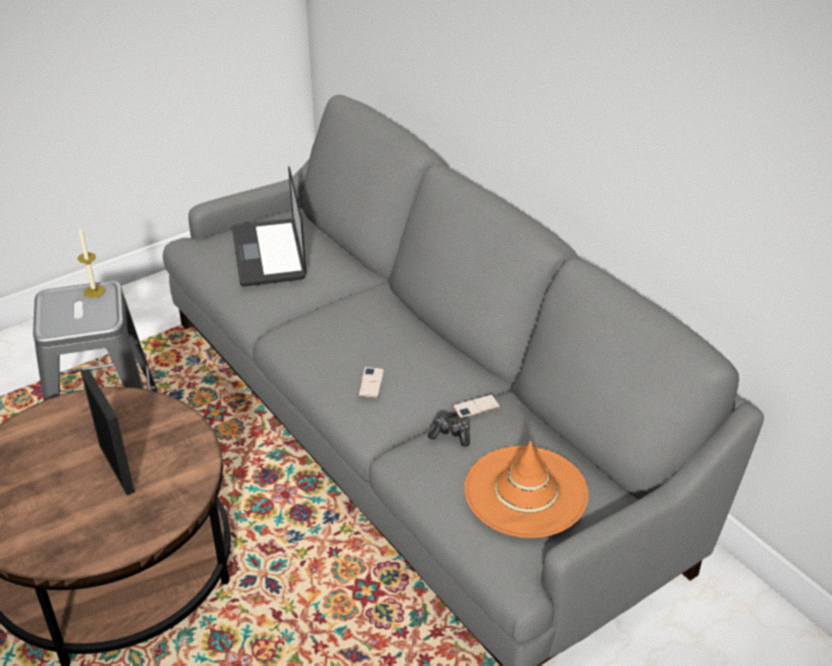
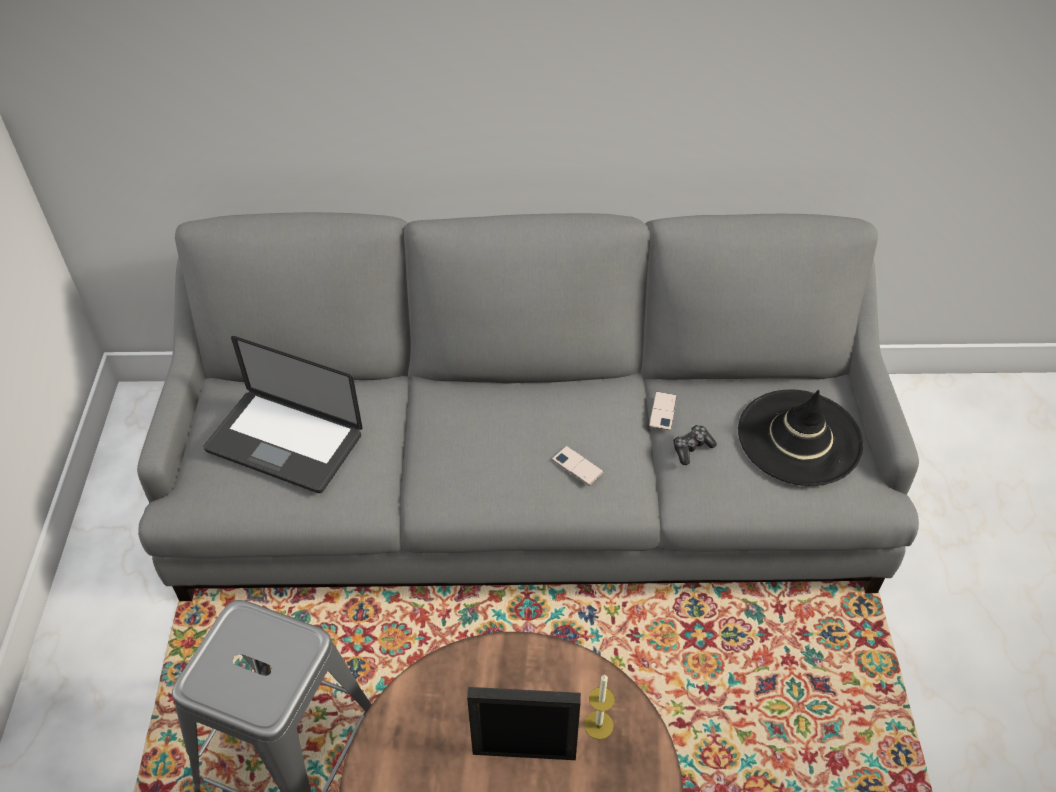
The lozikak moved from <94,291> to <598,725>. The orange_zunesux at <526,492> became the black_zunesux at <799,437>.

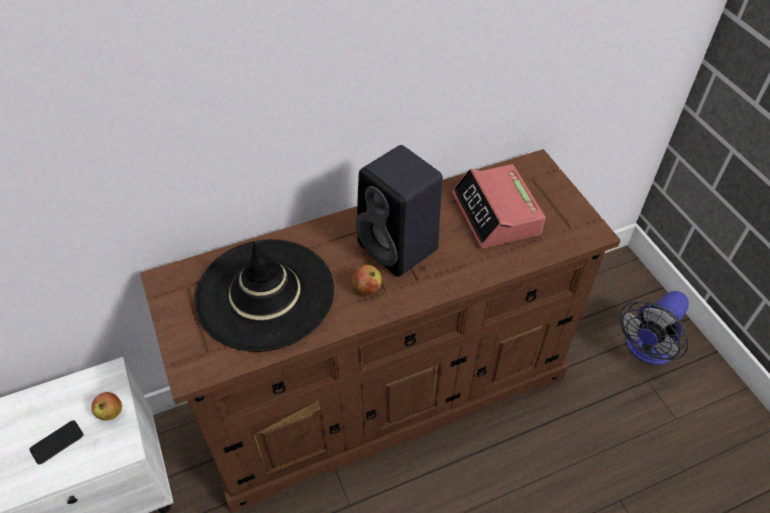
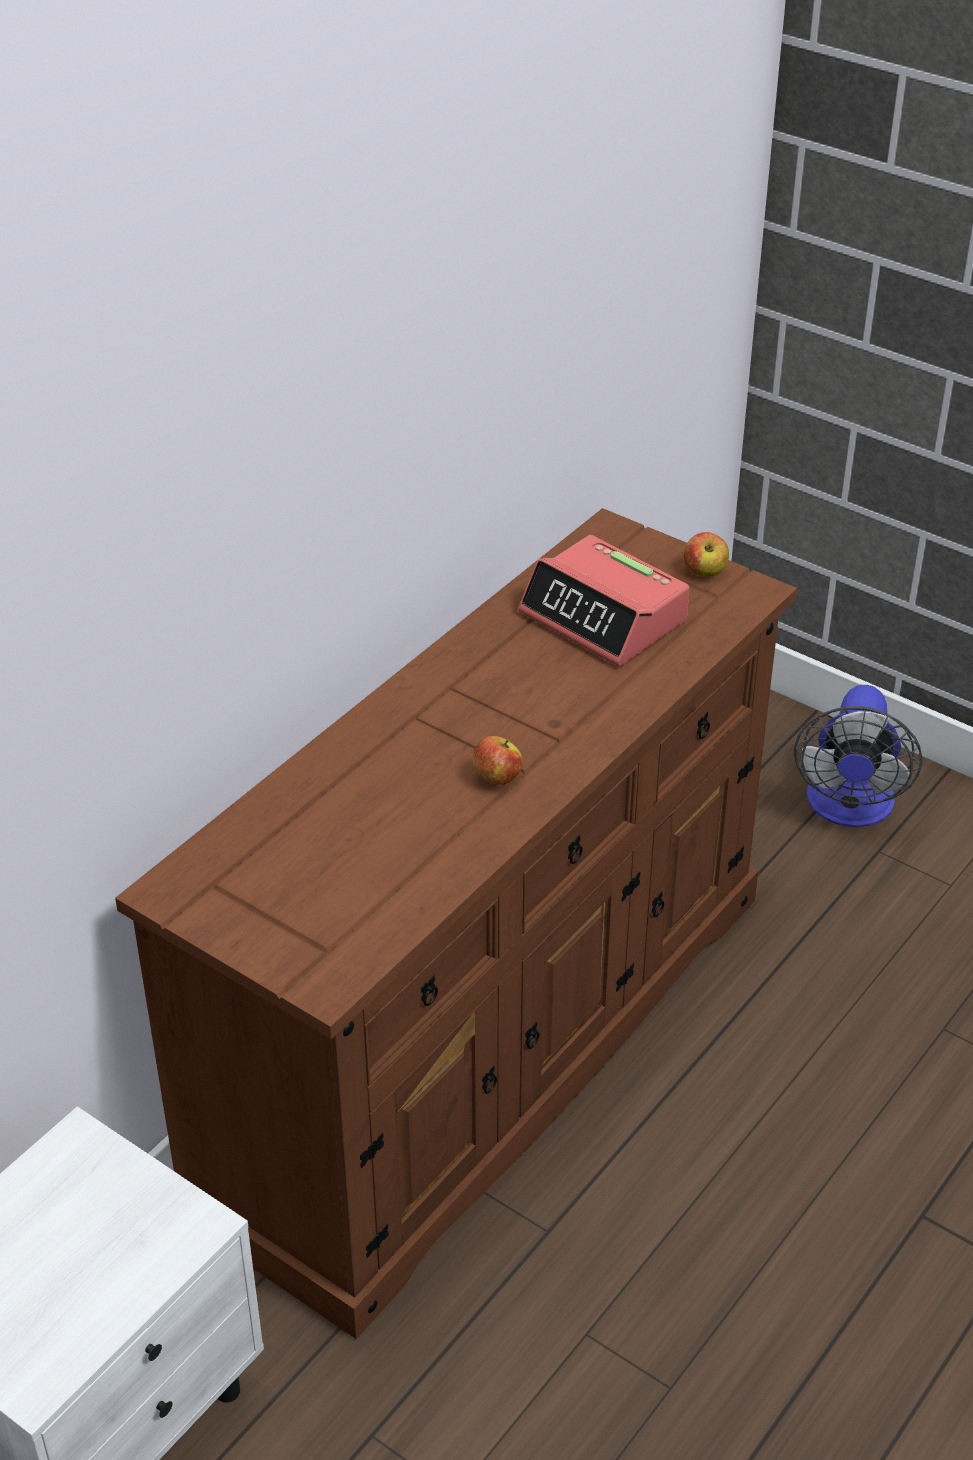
The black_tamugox at <400,248> disappeared. The black_zunesux at <265,294> disappeared. The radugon moved from <110,412> to <704,572>. The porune at <57,442> disappeared.

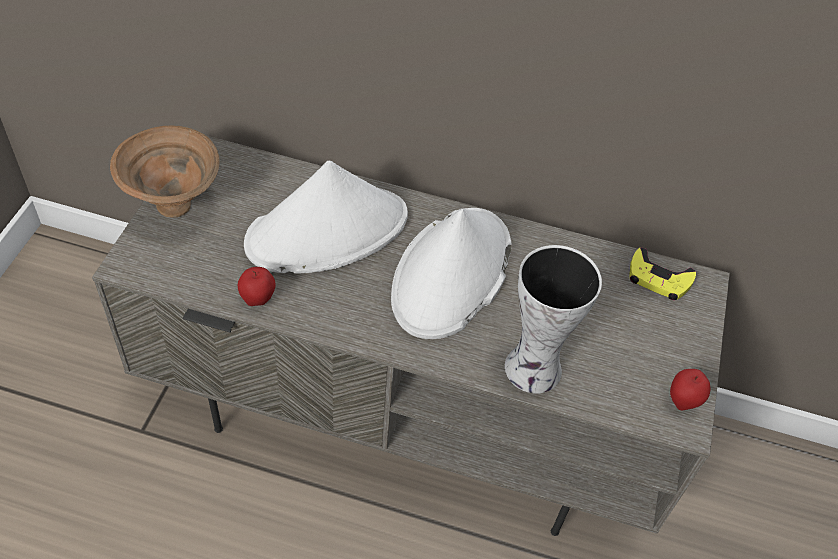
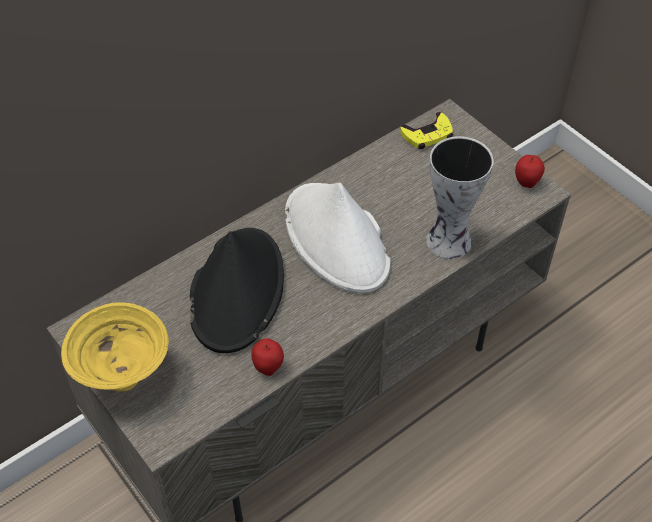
The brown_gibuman at <176,207> became the yellow_gibuman at <126,377>. The white_zunesux at <328,231> became the black_zunesux at <237,290>.

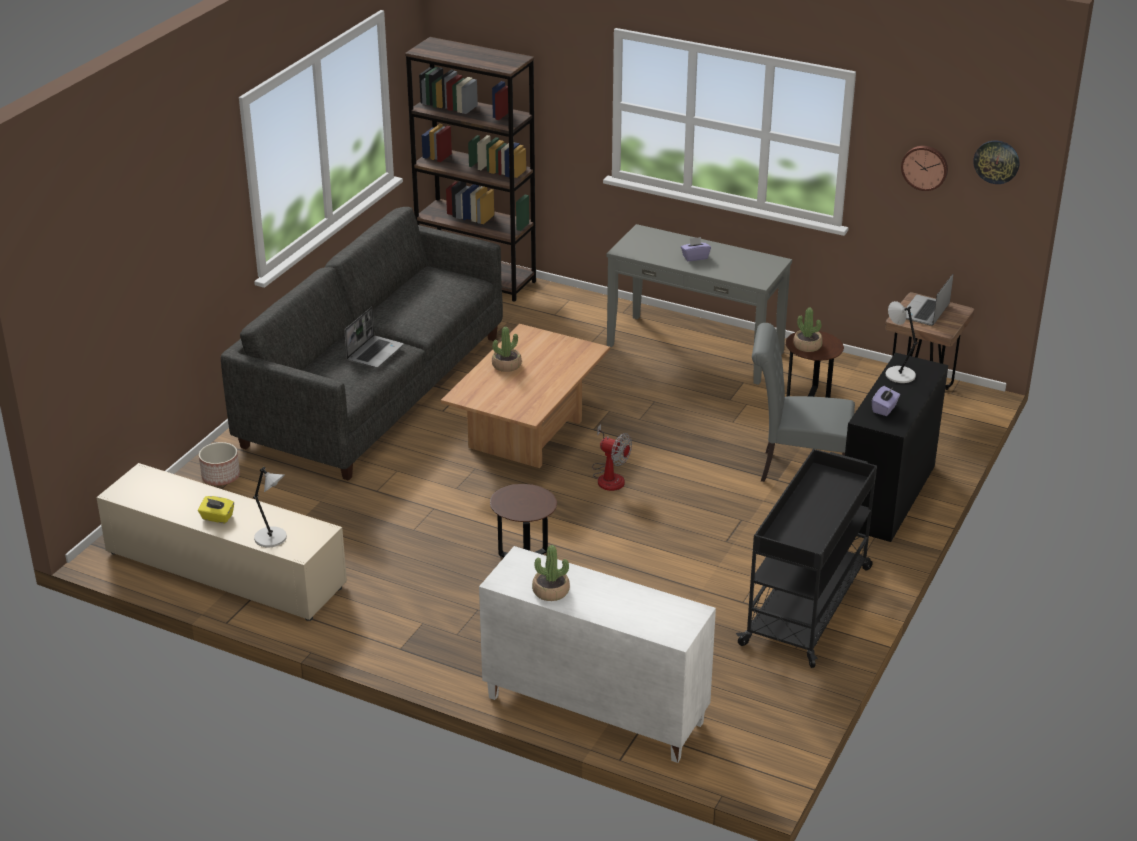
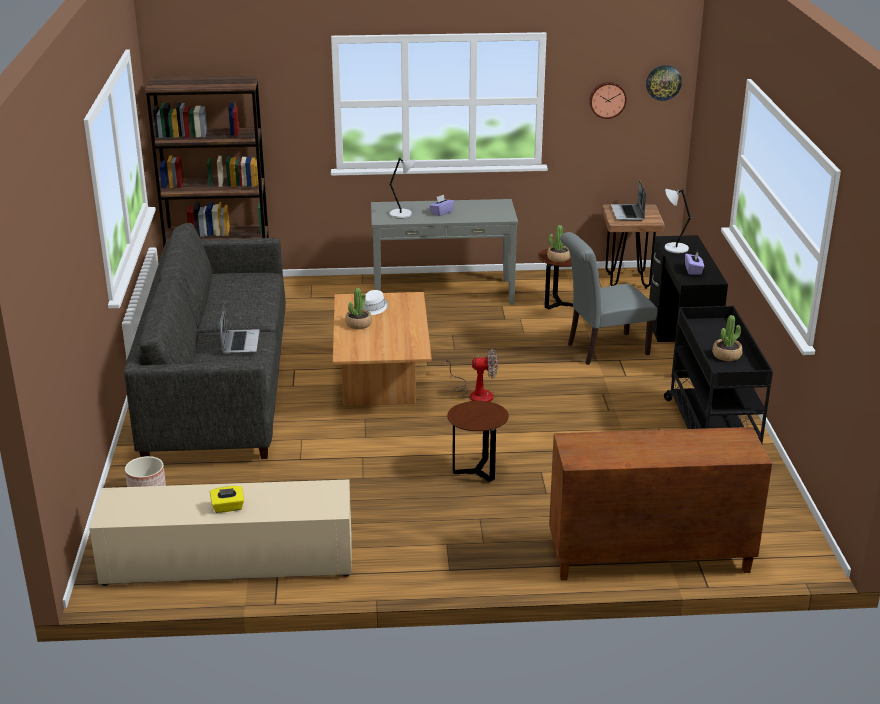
The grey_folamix moved from <272,538> to <402,214>. The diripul moved from <550,591> to <726,355>. The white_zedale at <593,710> became the brown_zedale at <648,559>. The white_zunesux at <372,308> appeared.

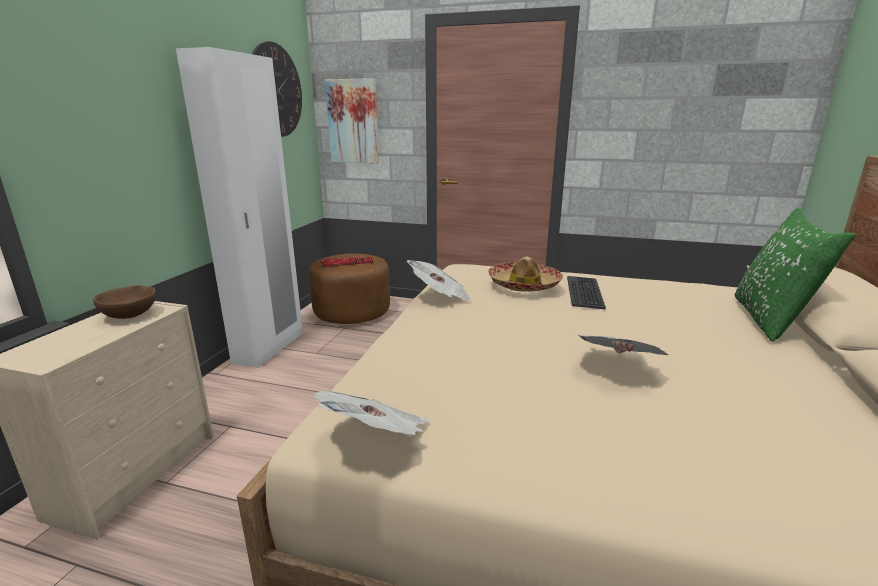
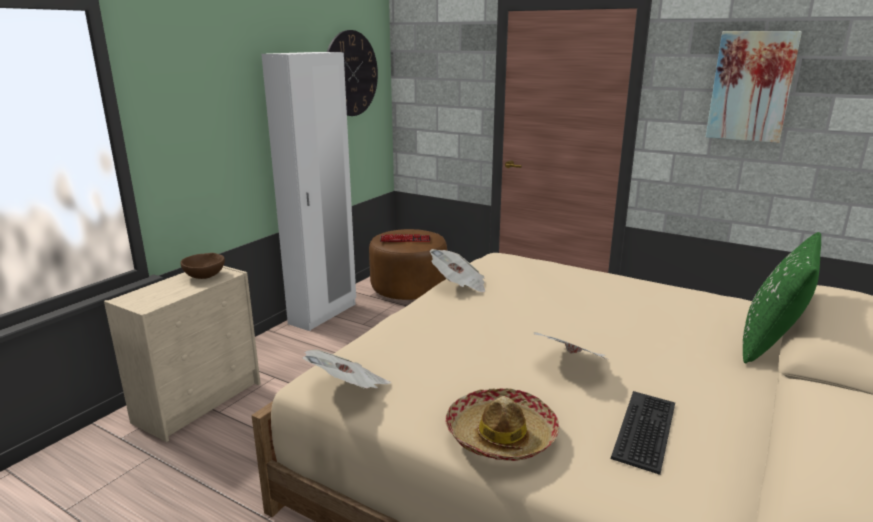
The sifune moved from <353,122> to <751,86>. The zunesux moved from <524,284> to <501,436>. The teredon moved from <585,292> to <646,430>.

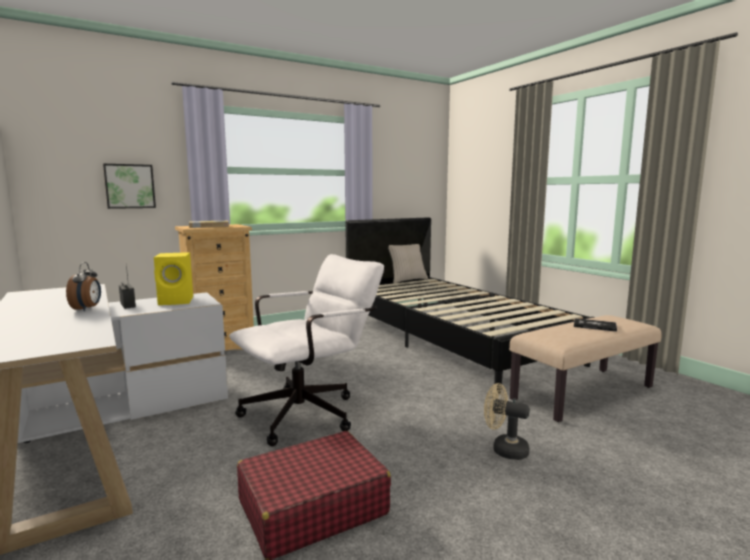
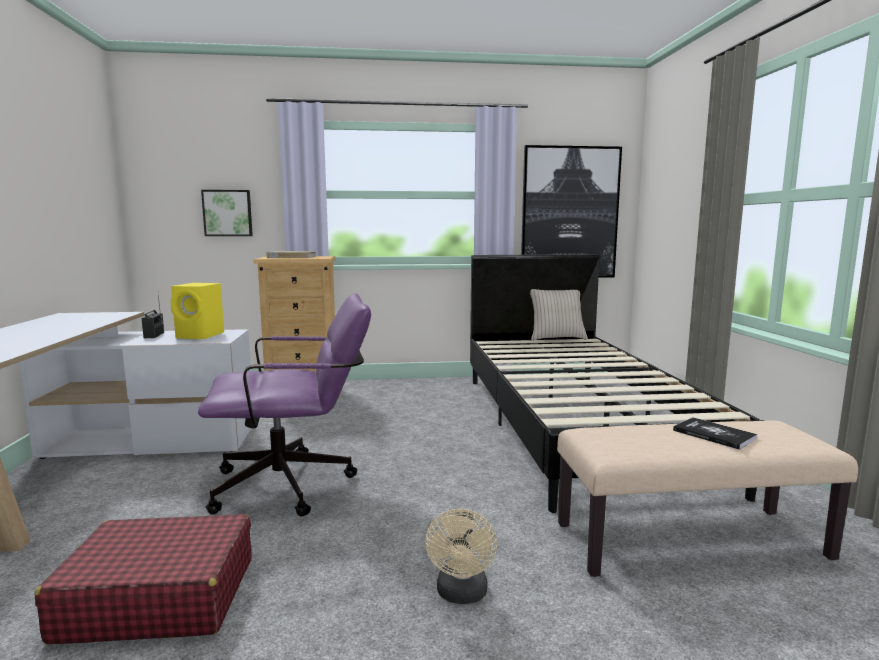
The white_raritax at <310,412> became the purple_raritax at <295,484>. The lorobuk at <87,309> disappeared. The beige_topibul at <504,449> turned 135 degrees counterclockwise. The sifune at <569,213> appeared.

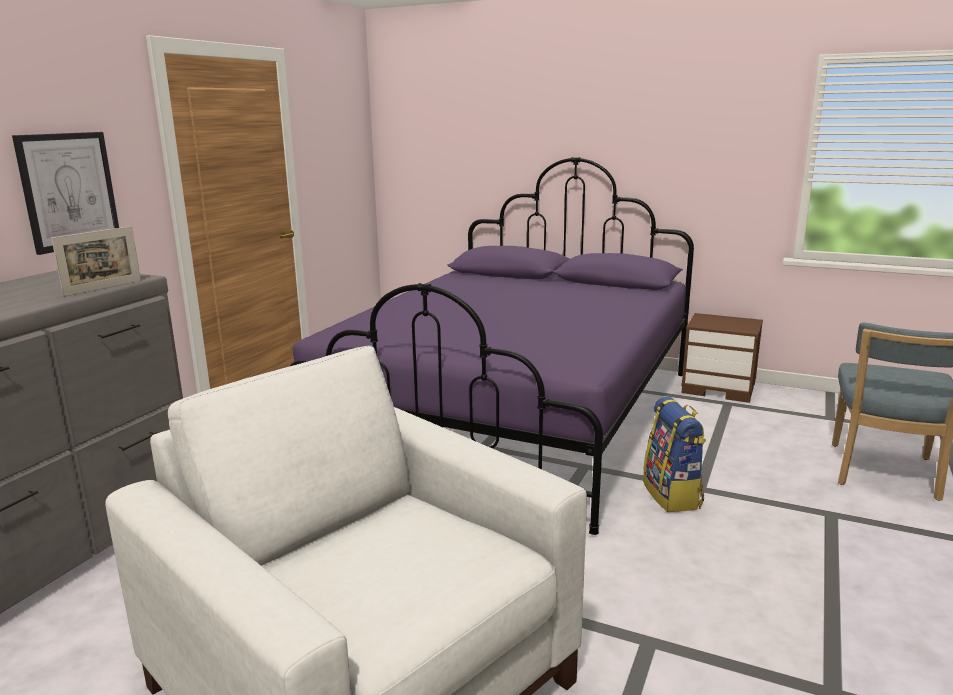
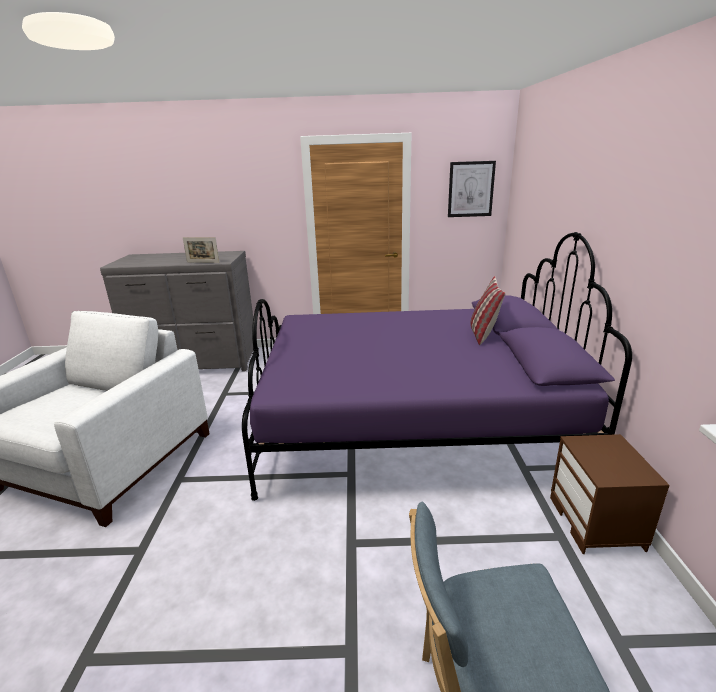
The sifune moved from <69,191> to <470,189>. The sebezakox at <673,495> disappeared. The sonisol at <483,334> appeared.

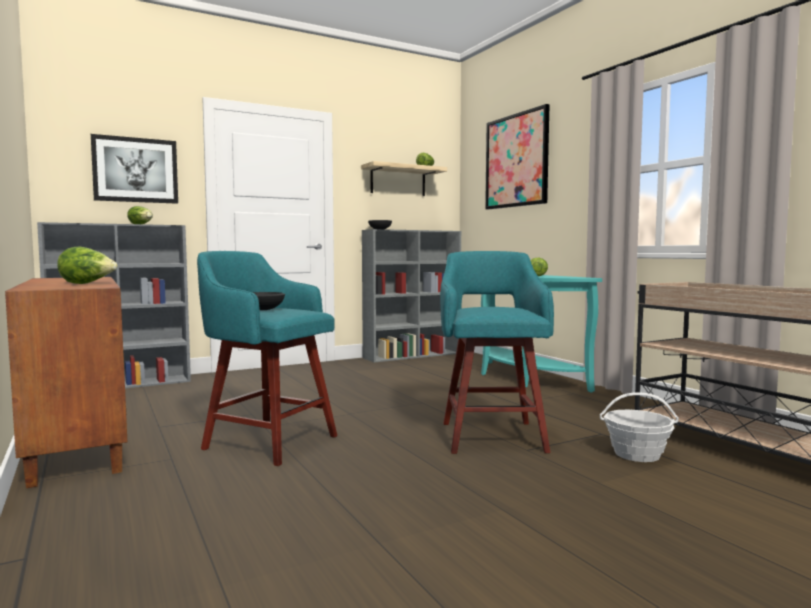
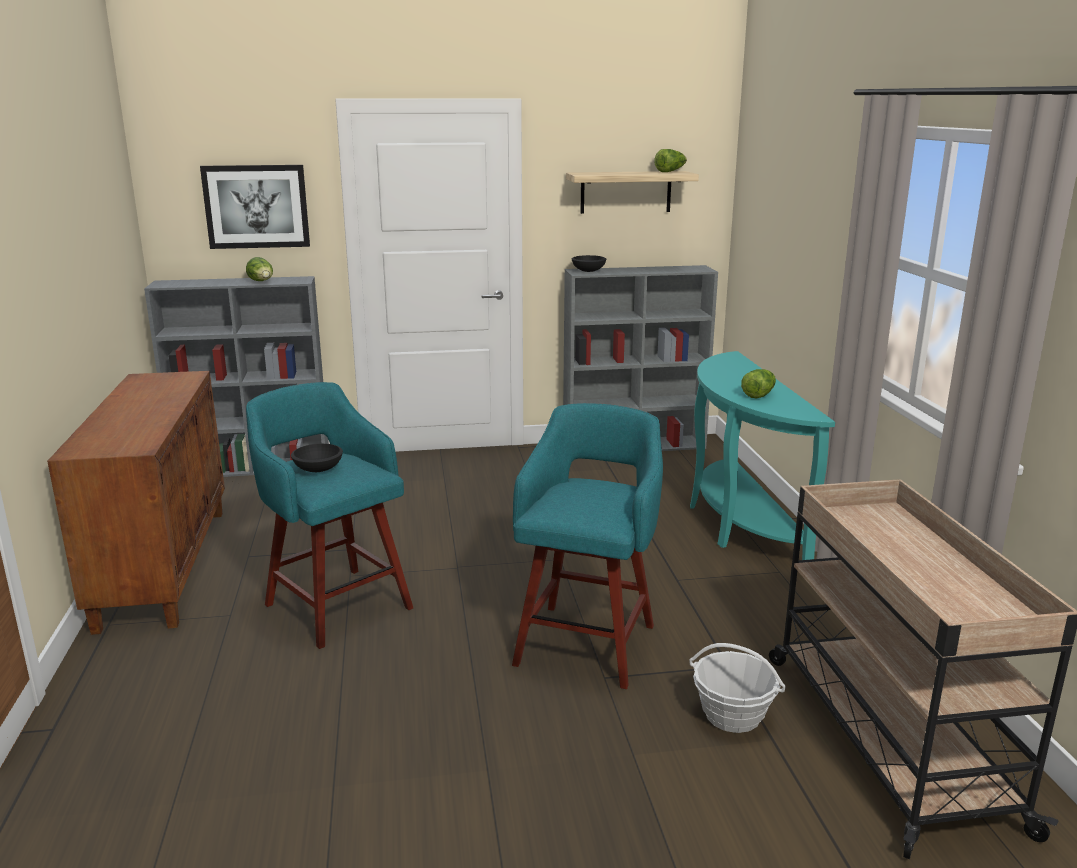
The sifune at <516,160> disappeared. The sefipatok at <87,284> disappeared.

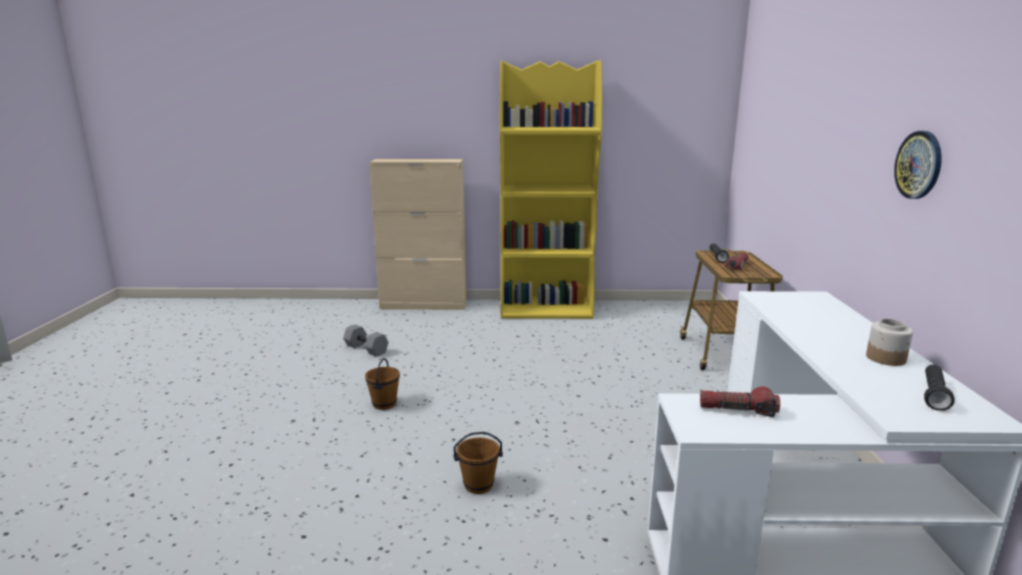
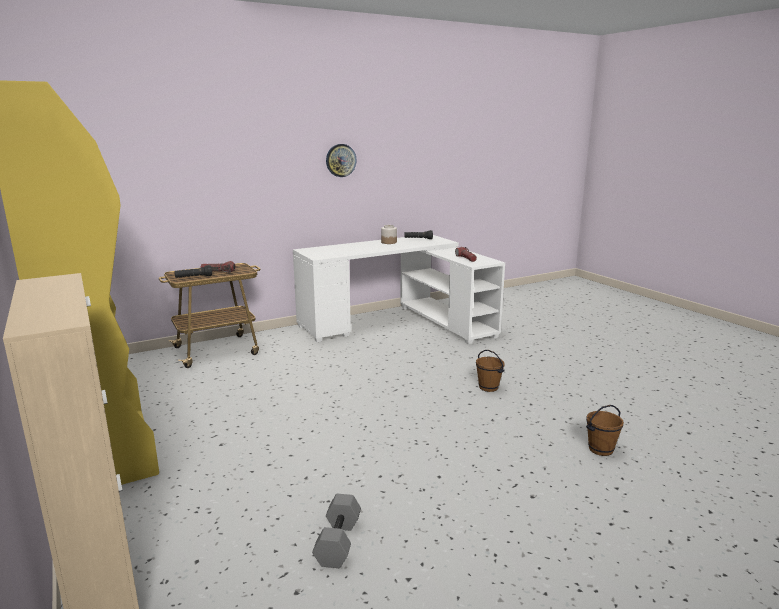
The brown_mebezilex moved from <384,404> to <601,450>.

